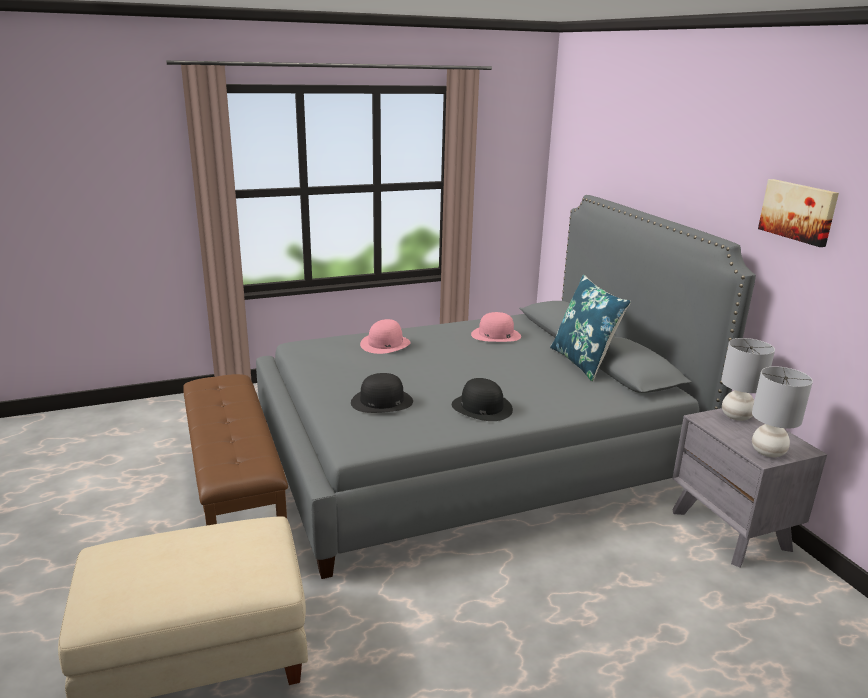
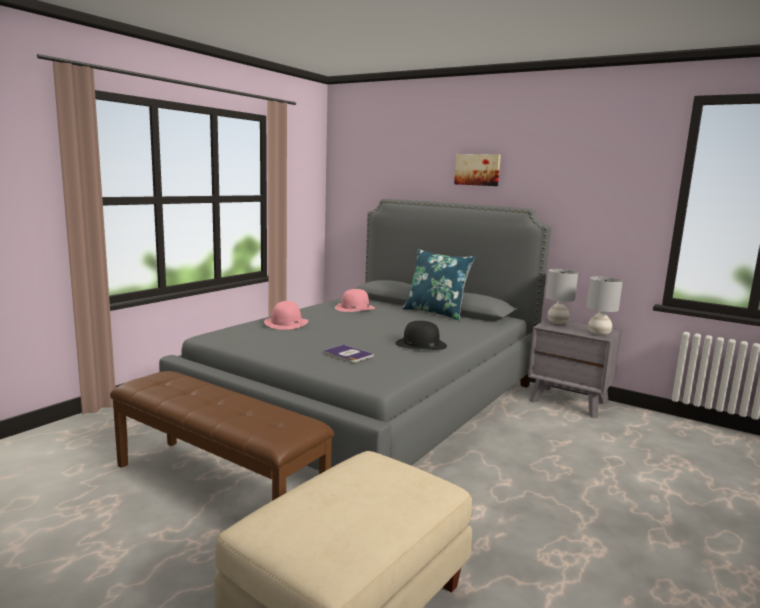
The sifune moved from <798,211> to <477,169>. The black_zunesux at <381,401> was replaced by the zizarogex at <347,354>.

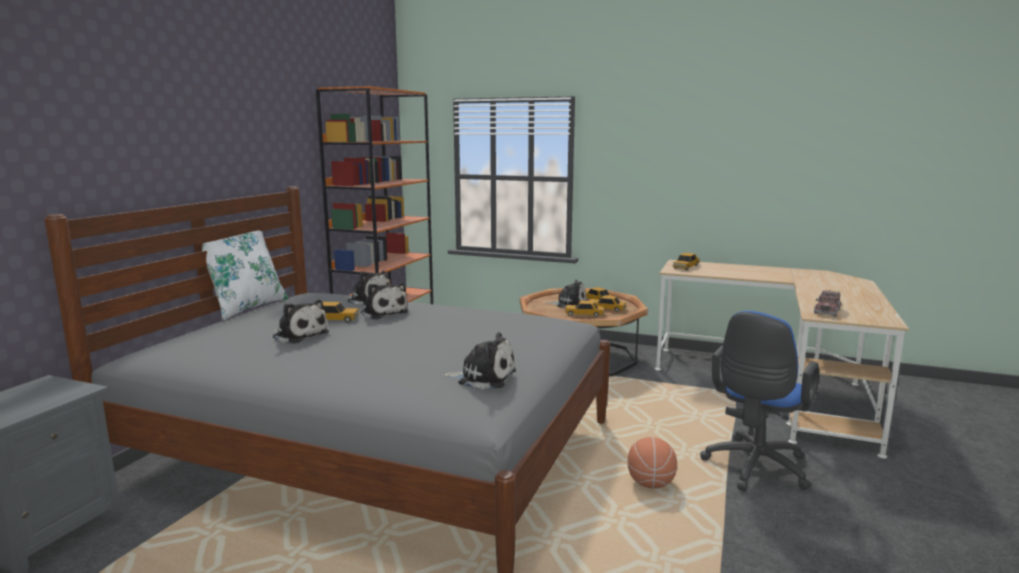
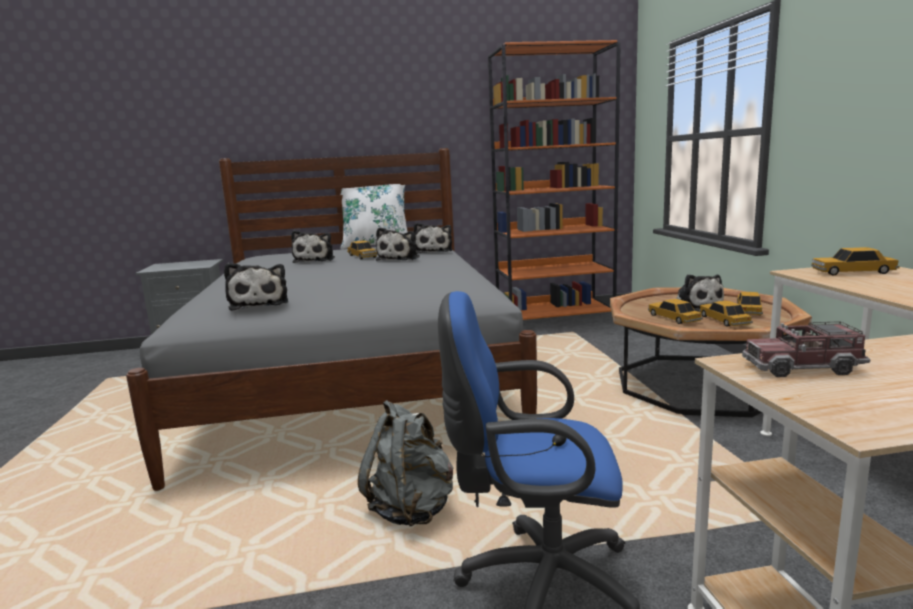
The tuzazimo at <650,484> was replaced by the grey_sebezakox at <412,509>.

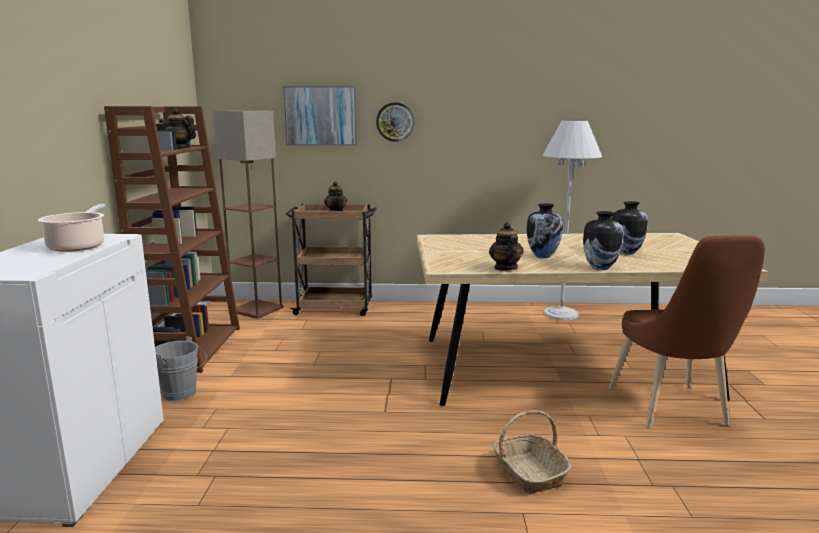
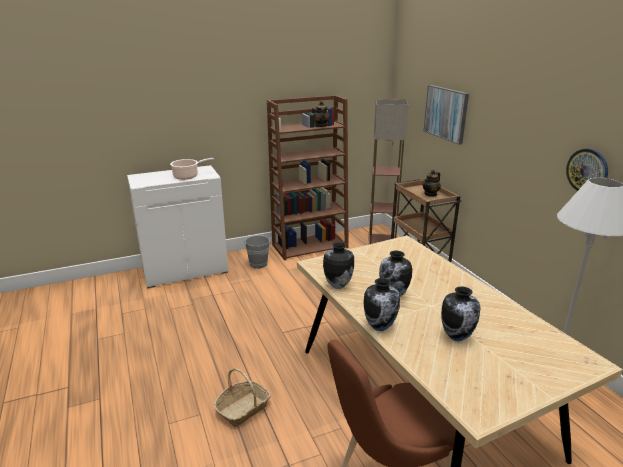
The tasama moved from <395,122> to <587,170>. The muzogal at <505,268> was replaced by the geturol at <337,285>.

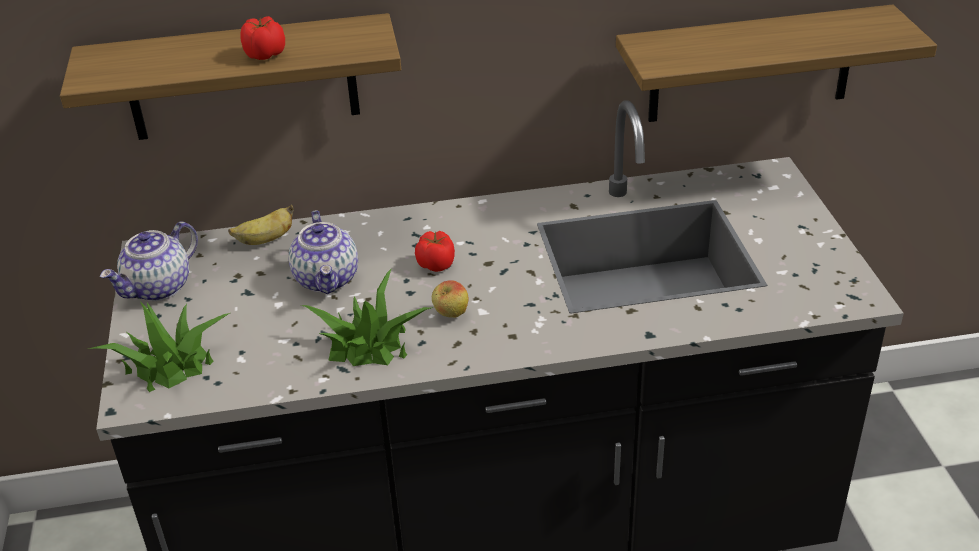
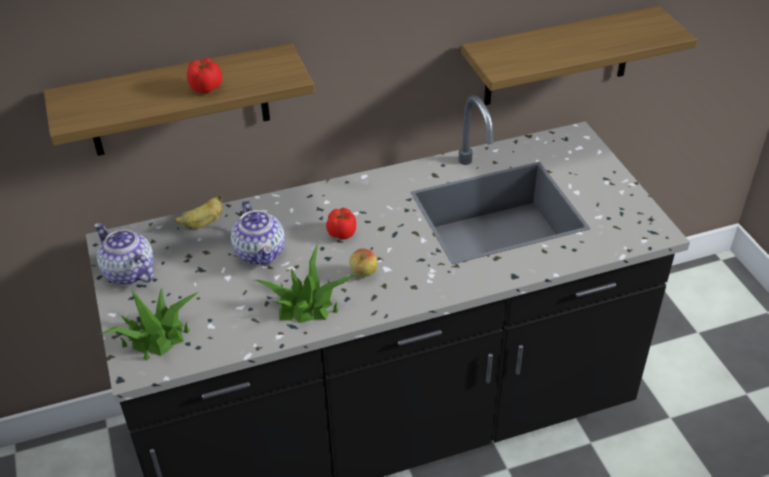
The muzogal at <159,288> turned 105 degrees clockwise.

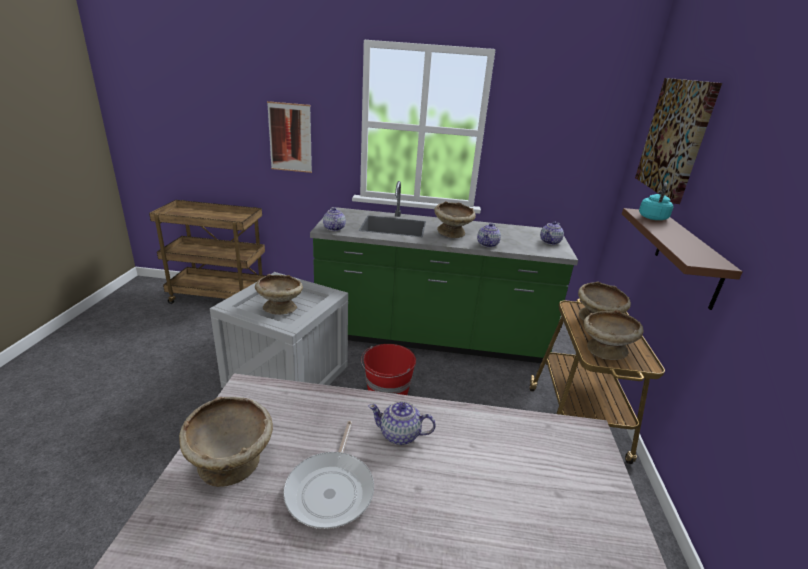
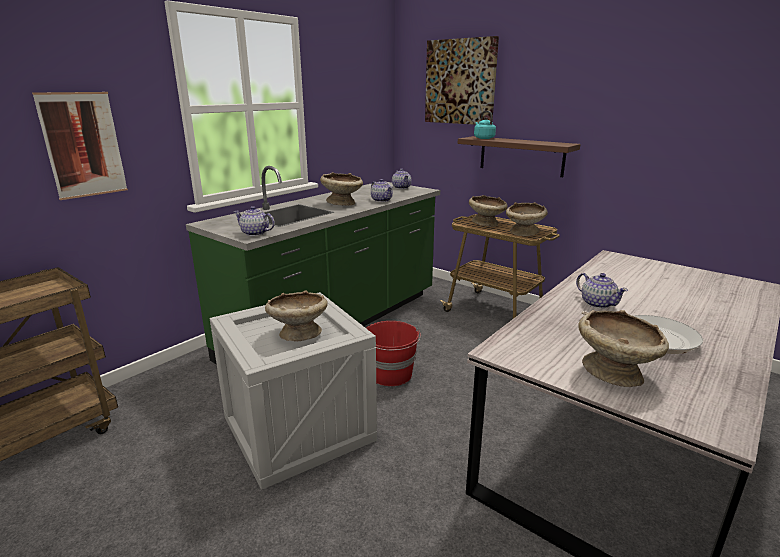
The muzogal at <400,435> turned 75 degrees counterclockwise.

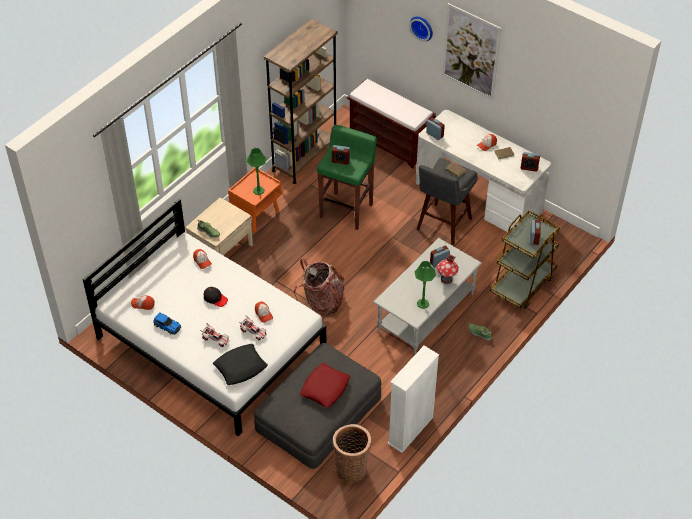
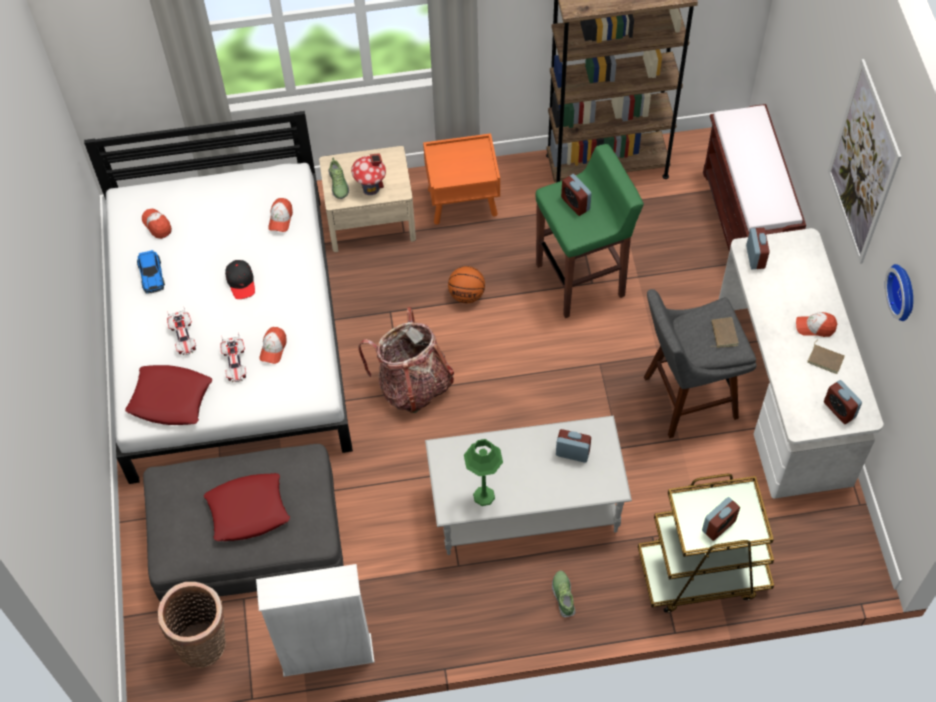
The tasama moved from <422,27> to <904,292>. The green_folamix at <258,190> disappeared. The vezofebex moved from <446,279> to <370,188>. The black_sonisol at <240,367> became the red_sonisol at <170,399>. The tuzazimo at <466,294> appeared.

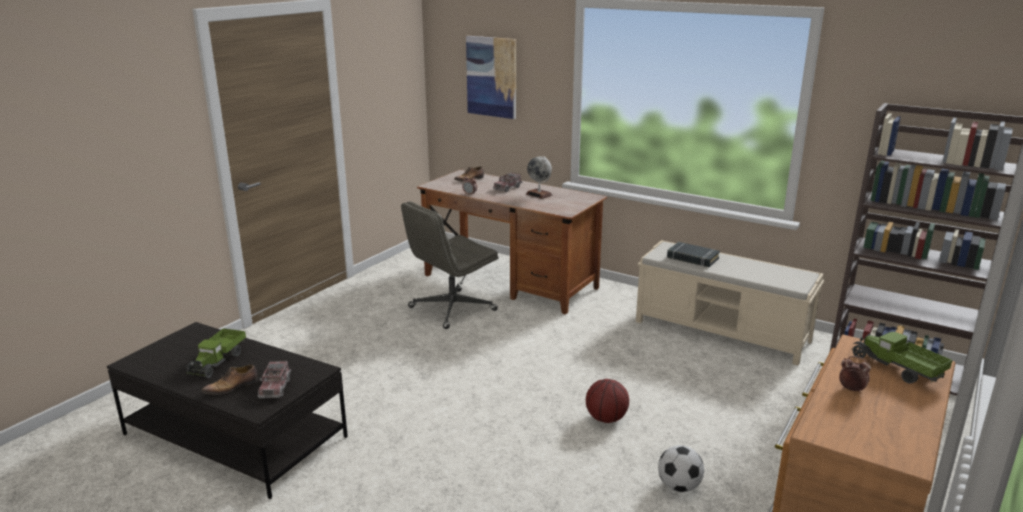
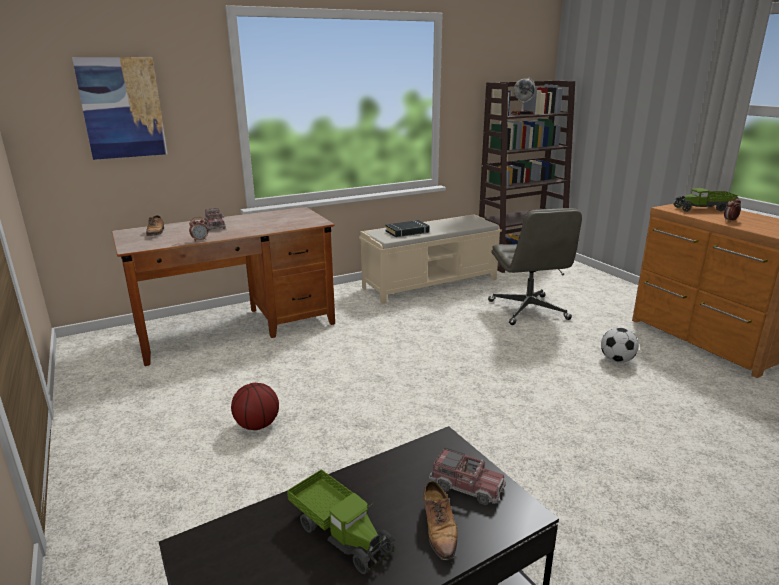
The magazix moved from <539,194> to <522,114>. The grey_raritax moved from <451,309> to <528,310>. The tuzazimo moved from <606,418> to <257,425>.

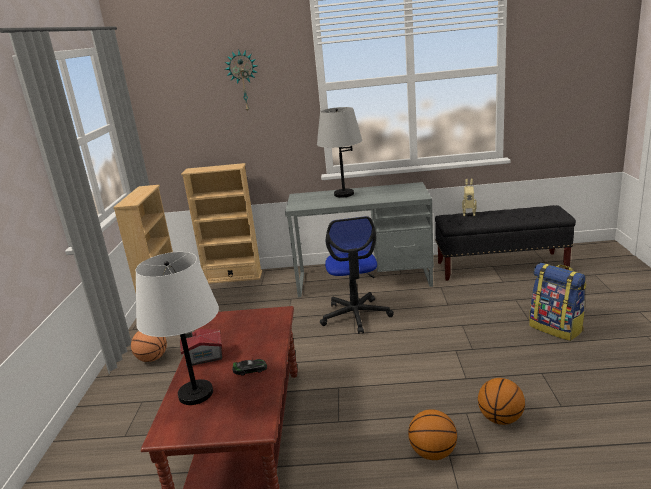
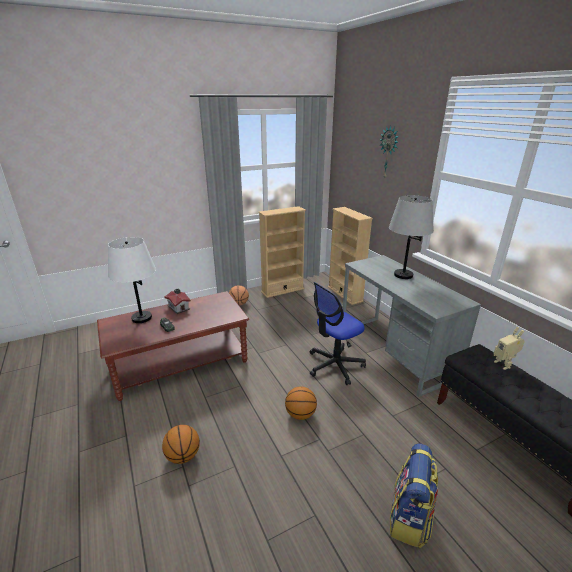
The tuzazimo moved from <500,419> to <300,414>.

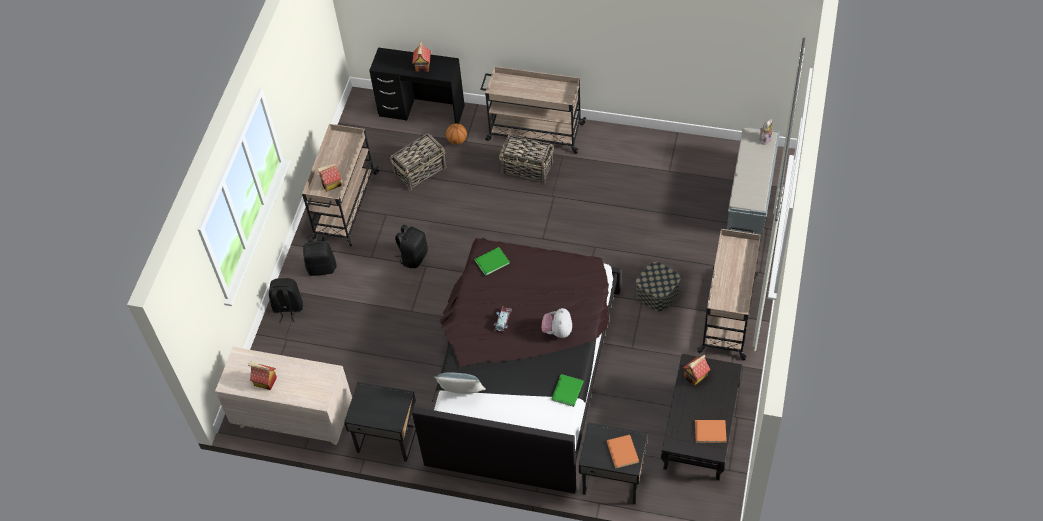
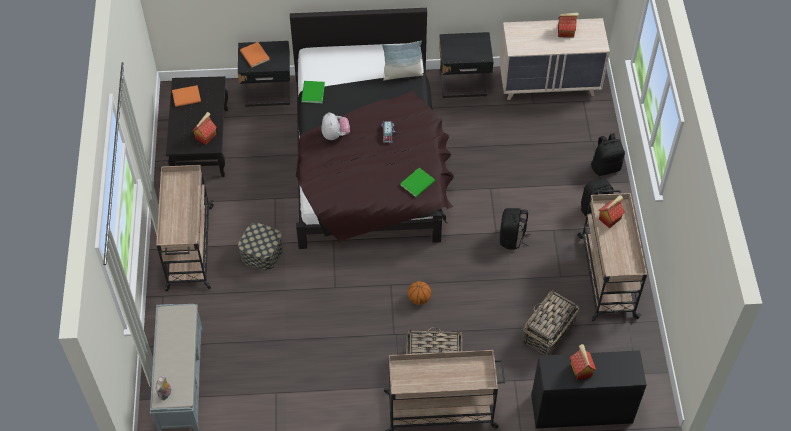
The tuzazimo moved from <457,140> to <419,299>.

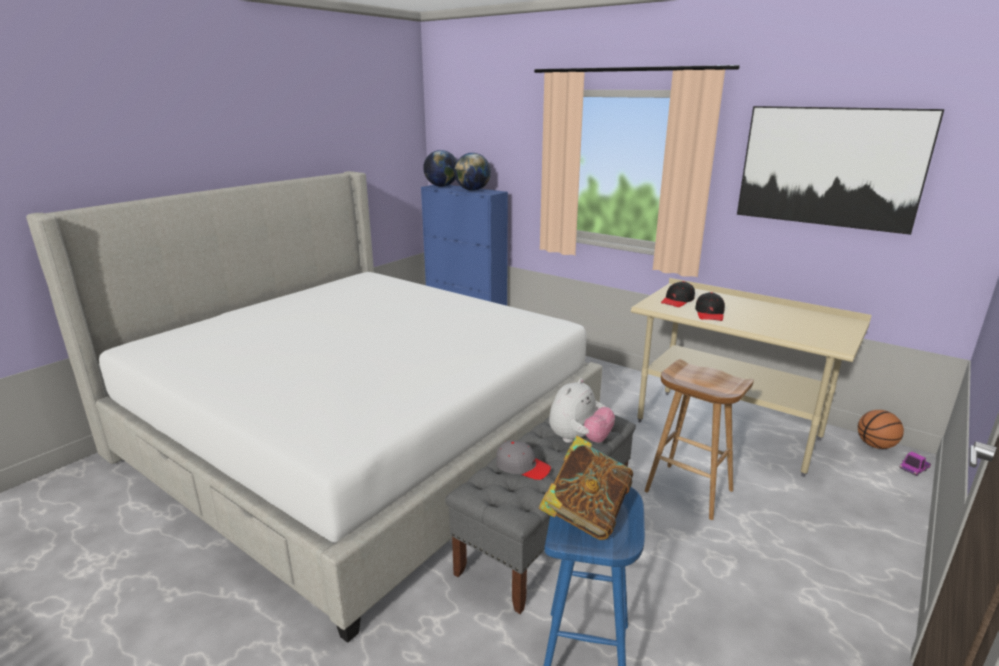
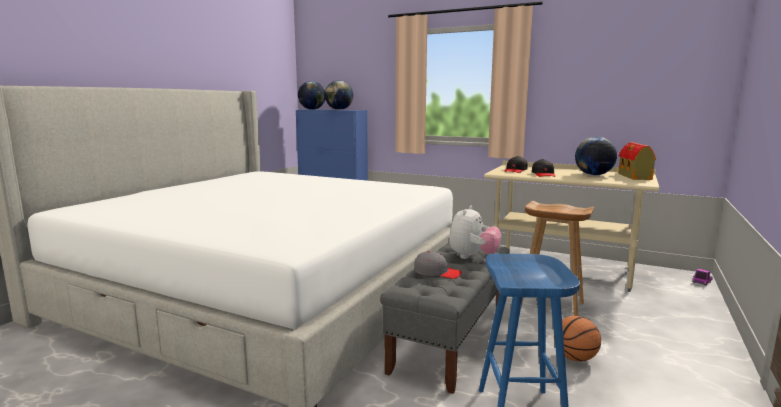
The sifune at <829,167> disappeared. The tuzazimo moved from <875,445> to <575,358>. The zizarogex at <585,515> disappeared. The magazix at <593,175> appeared. The vezofebex at <634,176> appeared.

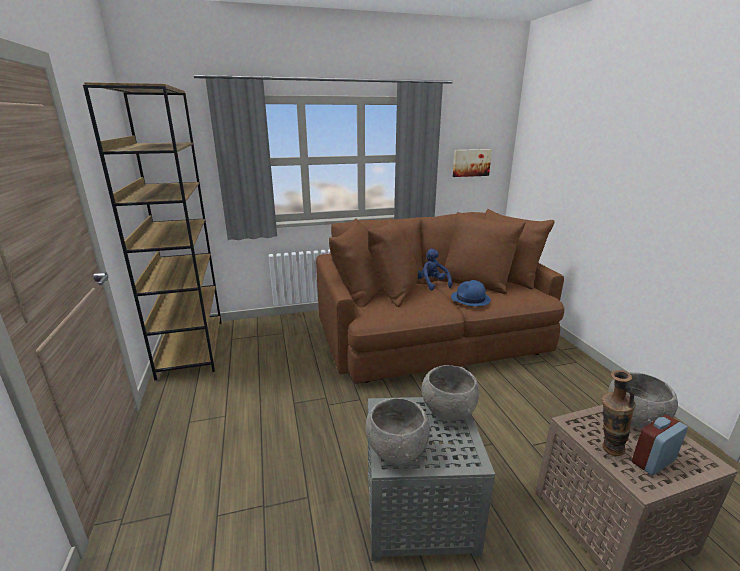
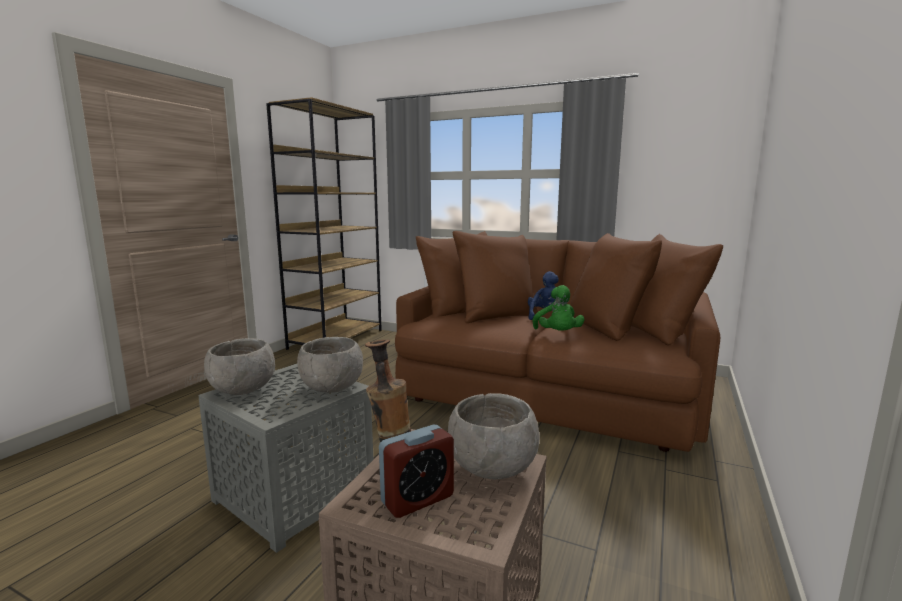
The sifune at <471,162> disappeared. The blue_zunesux at <470,299> was replaced by the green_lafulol at <557,334>. The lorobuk at <653,461> turned 135 degrees clockwise.

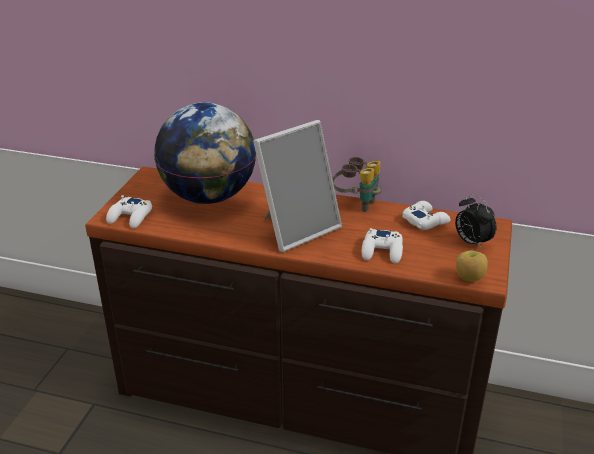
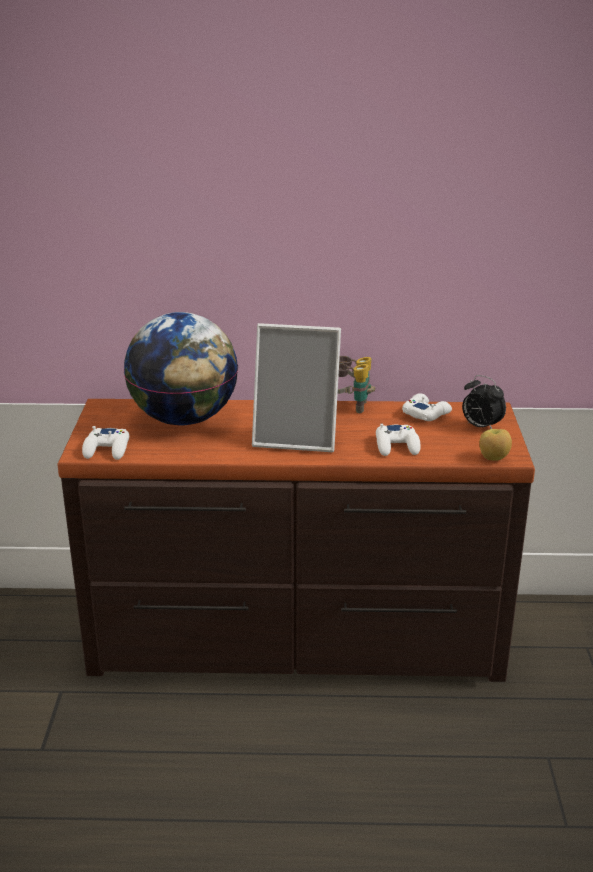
The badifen at <296,228> turned 60 degrees clockwise.

